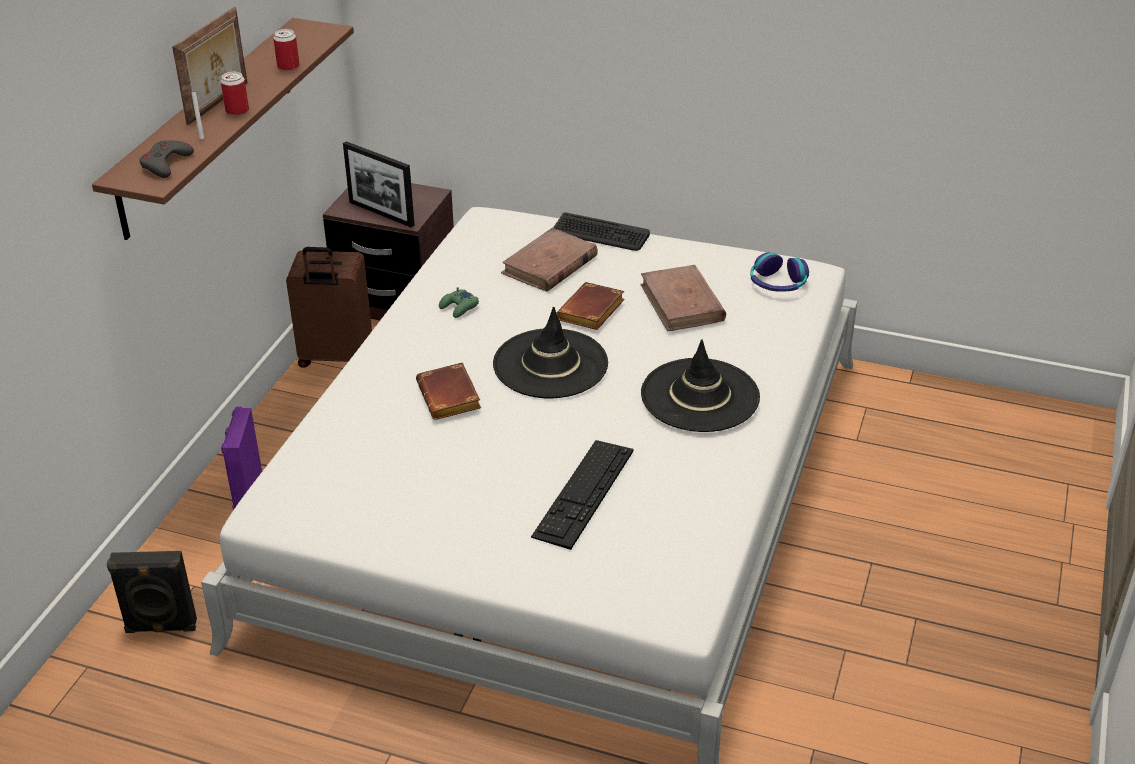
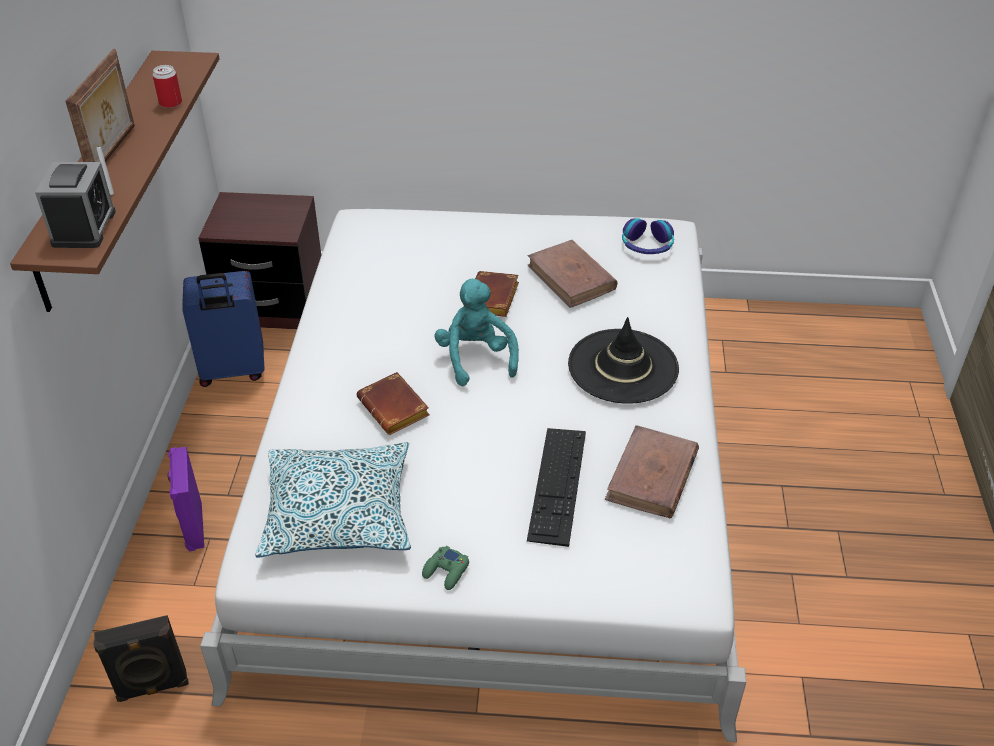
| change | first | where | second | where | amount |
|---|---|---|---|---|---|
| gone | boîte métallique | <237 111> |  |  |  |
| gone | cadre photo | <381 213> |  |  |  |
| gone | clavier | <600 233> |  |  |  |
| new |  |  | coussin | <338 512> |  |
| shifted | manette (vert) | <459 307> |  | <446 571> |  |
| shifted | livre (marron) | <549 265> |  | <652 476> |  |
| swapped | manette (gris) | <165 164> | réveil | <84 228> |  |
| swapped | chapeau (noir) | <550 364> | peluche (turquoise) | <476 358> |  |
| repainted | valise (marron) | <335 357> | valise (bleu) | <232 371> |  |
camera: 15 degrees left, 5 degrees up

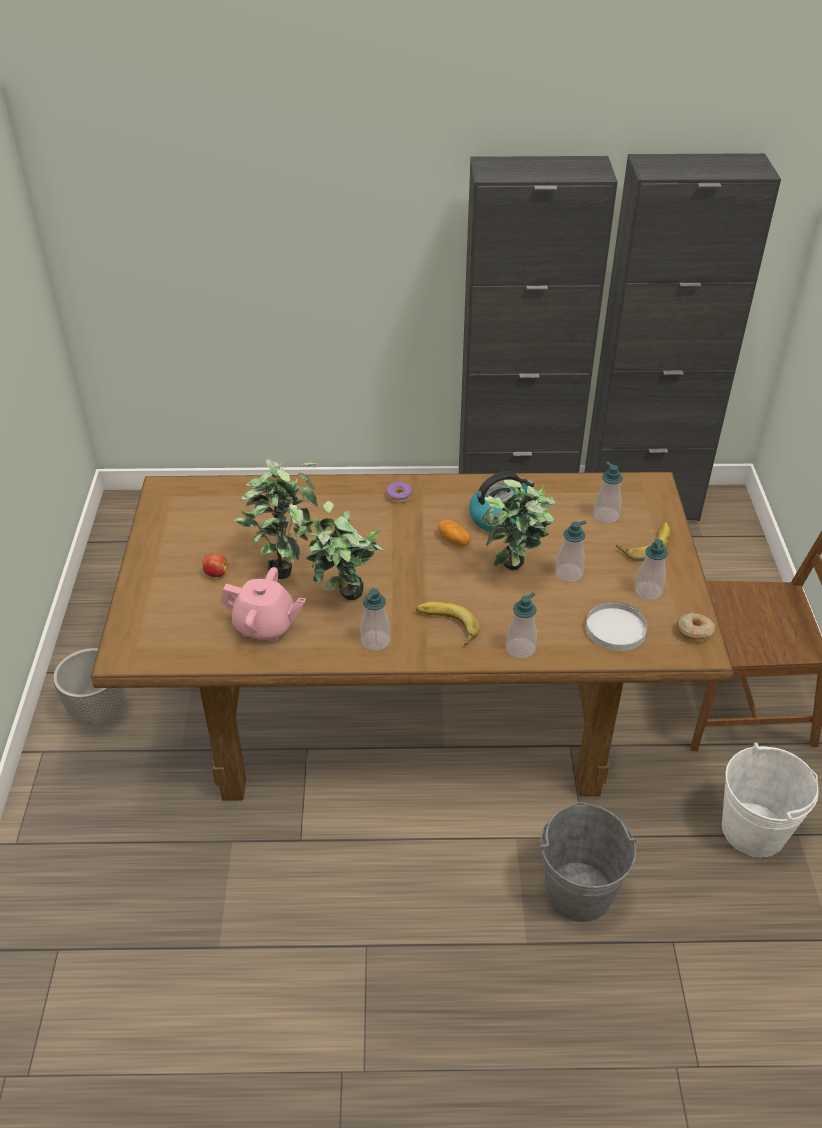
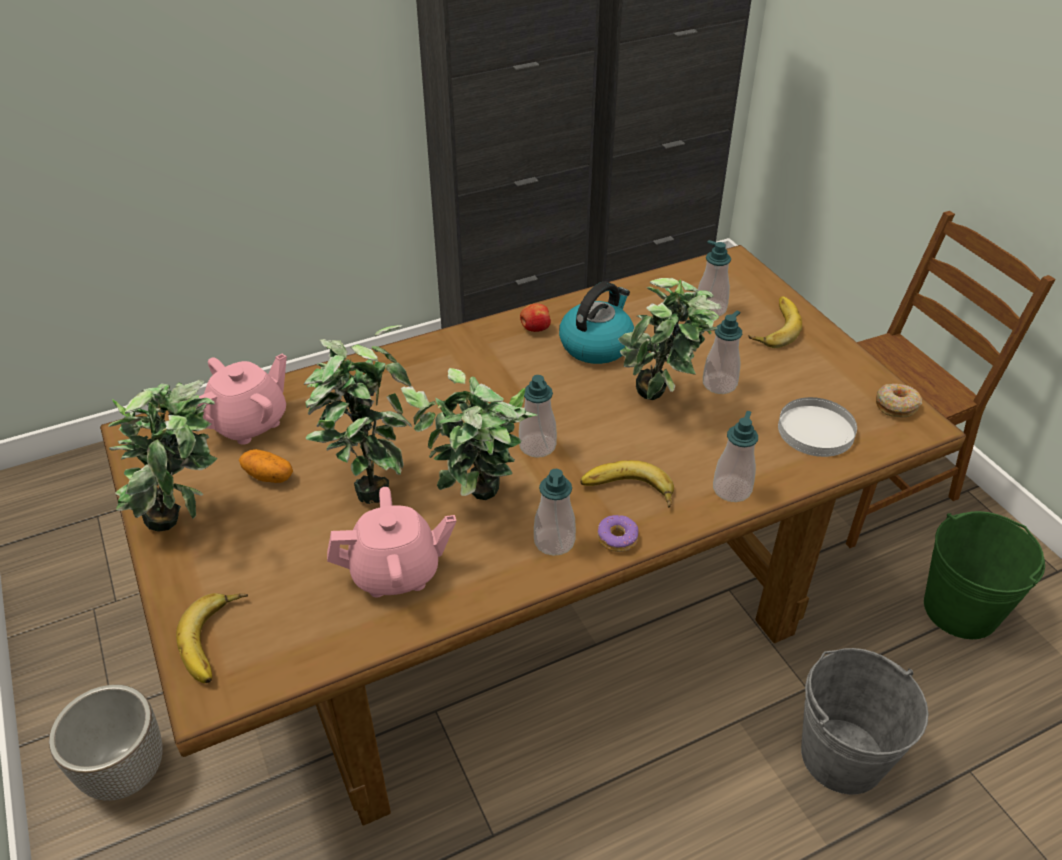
| change | first | where | second | where | amount |
|---|---|---|---|---|---|
| new |  |  | plante en pot | <187 520> |  |
| new |  |  | banane | <218 640> |  |
| new |  |  | théière (rose) | <250 423> |  |
| shifted | pomme | <215 573> |  | <535 329> |  |
| shifted | beignet | <399 496> |  | <617 538> |  |
| shifted | pomme de terre | <454 540> |  | <269 476> |  |
| shifted | distributeur de savon | <648 591> |  | <537 446> |  |
| repainted | seau (blanc) | <753 829> | seau (vert) | <961 609> |  |
camera: 25 degrees left, 0 degrees up

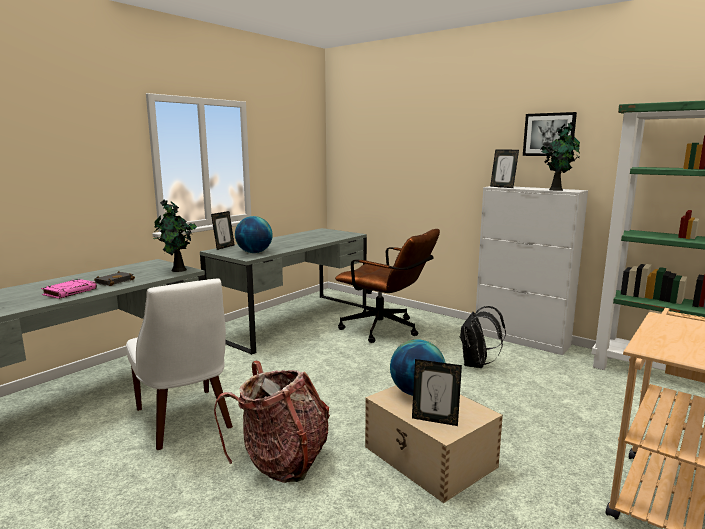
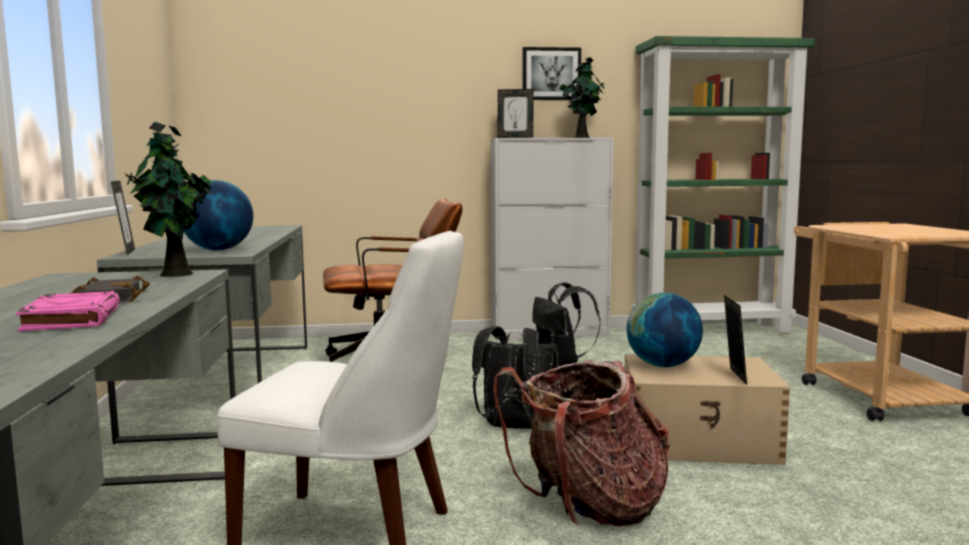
| change | first | where | second | where | amount |
|---|---|---|---|---|---|
| new |  |  | sac à dos (noir) | <513 427> |  |
| rotated | cadre photo | <435 420> |  | <733 376> | 60 degrees counterclockwise |
camera: 45 degrees left, 5 degrees down

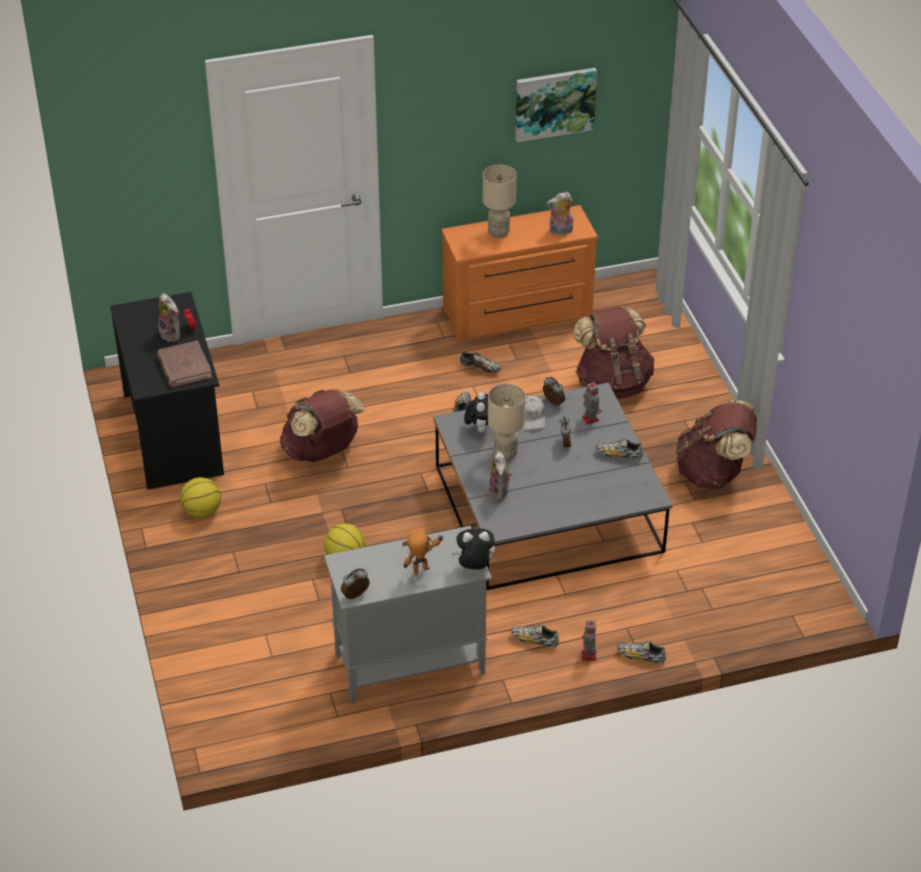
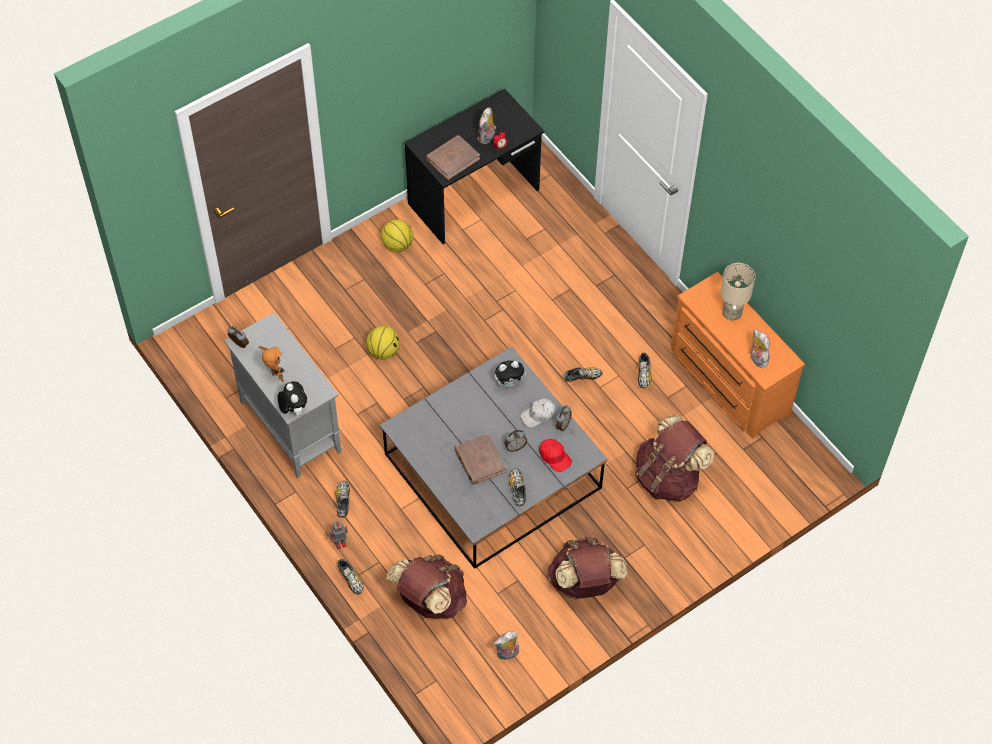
| change | first | where | second | where | amount |
|---|---|---|---|---|---|
| gone | lampe de table (beige) | <505 453> |  |  |  |
| gone | tableau | <554 103> |  |  |  |
| new |  |  | livre (marron) | <480 460> |  |
| shifted | sac à dos (marron) | <322 452> |  | <430 600> |  |
| shifted | peluche | <500 493> |  | <507 654> |  |
| swapped | robot jouet | <590 418> | casquette (rouge) | <554 457> |  |
| rotated | chaussure | <640 657> |  | <351 579> | 150 degrees clockwise |
camera: 70 degrees right, 15 degrees up

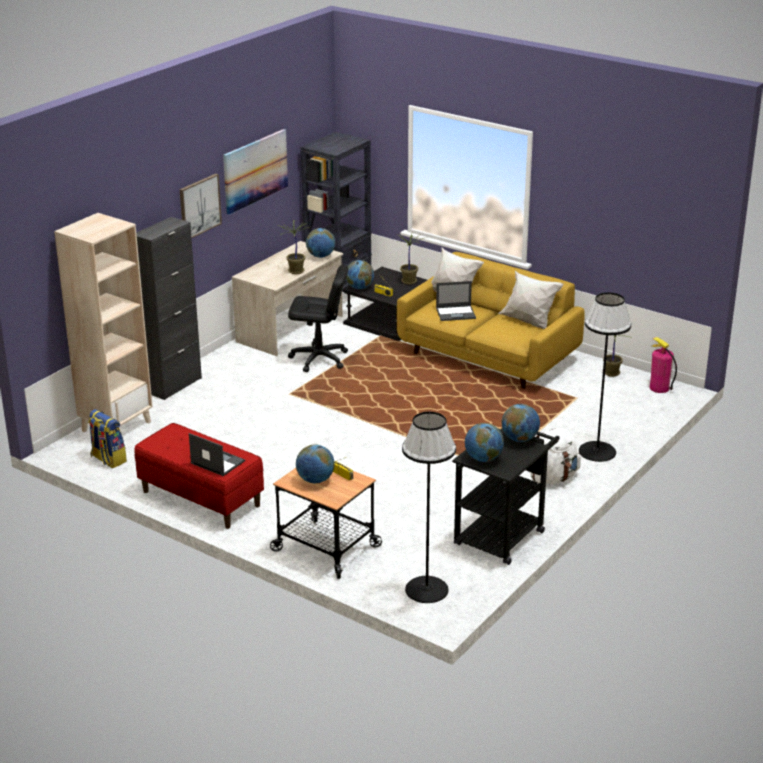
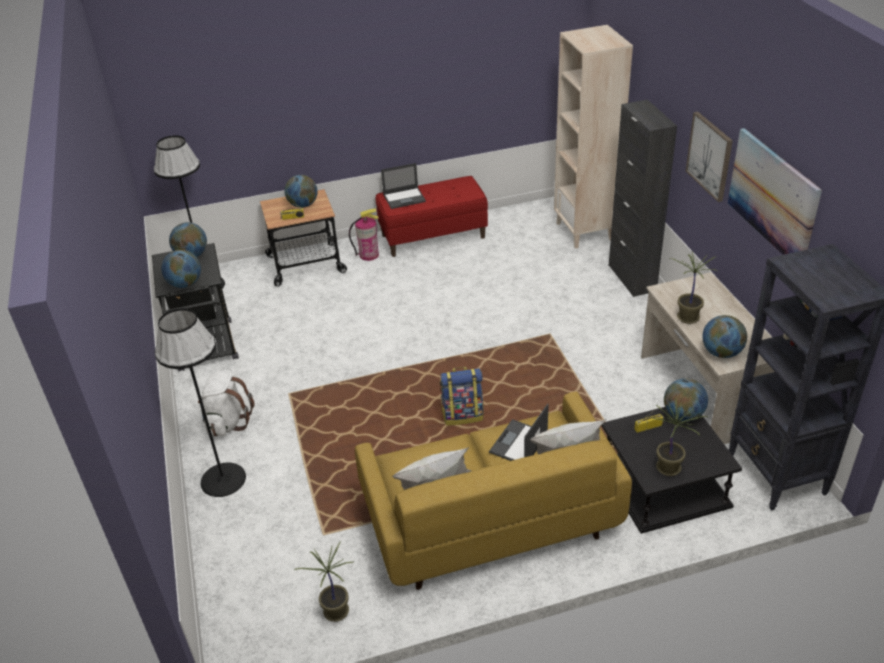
| change | first | where | second | where | amount |
|---|---|---|---|---|---|
| gone | chaise de bureau (noir) | <319 359> |  |  |  |
| shifted | sac à dos | <108 459> |  | <463 415> |  |
| shifted | extincteur | <659 388> |  | <369 255> |  |
camera: 130 degrees right, 10 degrees up

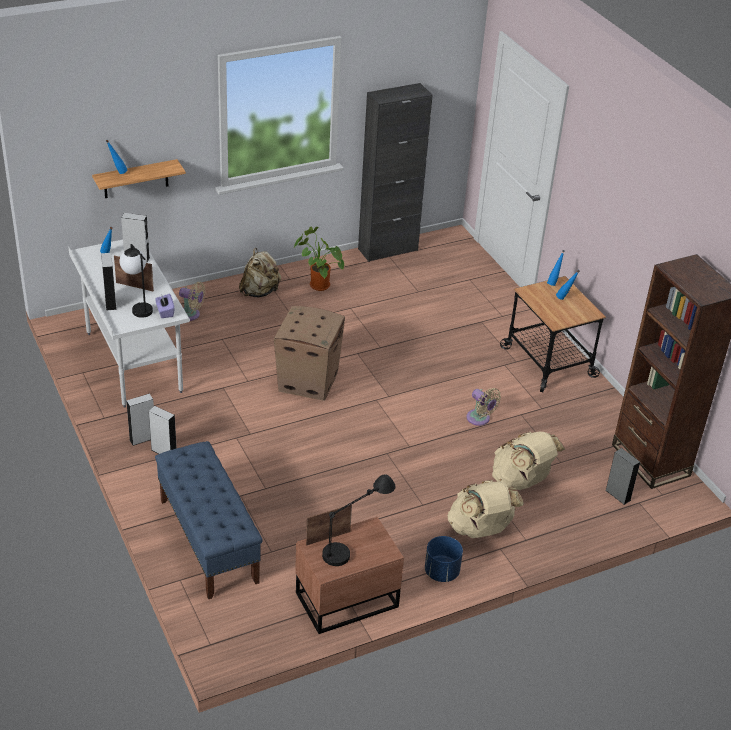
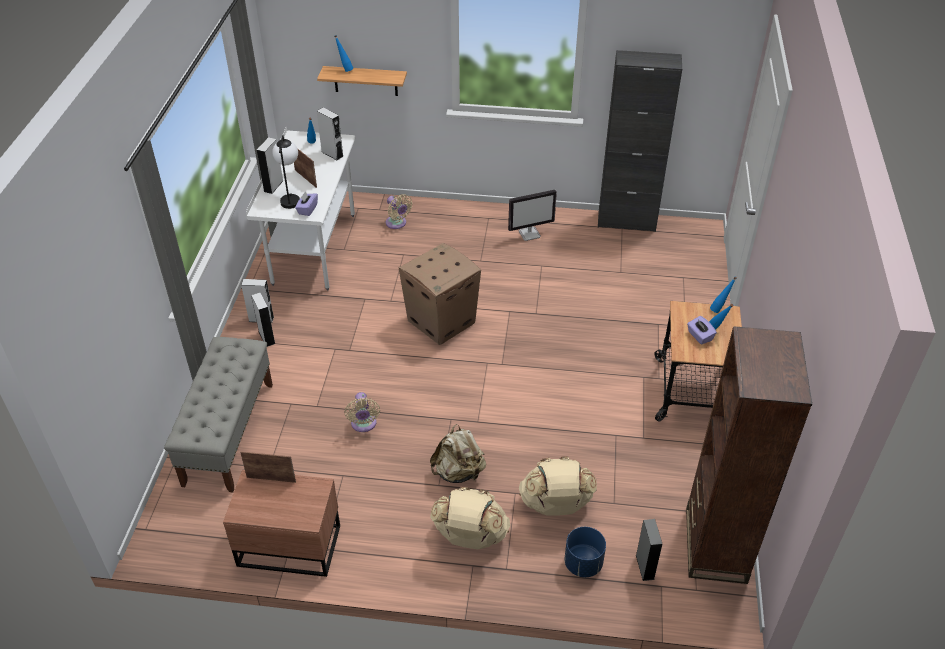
| change | first | where | second | where | amount |
|---|---|---|---|---|---|
| gone | lampe de table (noir) | <355 544> |  |  |  |
| new |  |  | boîte à mouchoirs (violet) | <699 336> |  |
| shifted | sac à dos (beige) | <259 292> |  | <459 472> |  |
| shifted | cache-pot (bleu) | <441 572> |  | <583 564> |  |
| shifted | ventilateur (beige) | <480 419> |  | <364 424> |  |
| swapped | plante en pot | <317 285> | écran d'ordinateur | <530 234> |  |
| repainted | banc (bleu) | <208 540> | banc (gris) | <229 433> |  |
camera: 35 degrees right, 5 degrees up

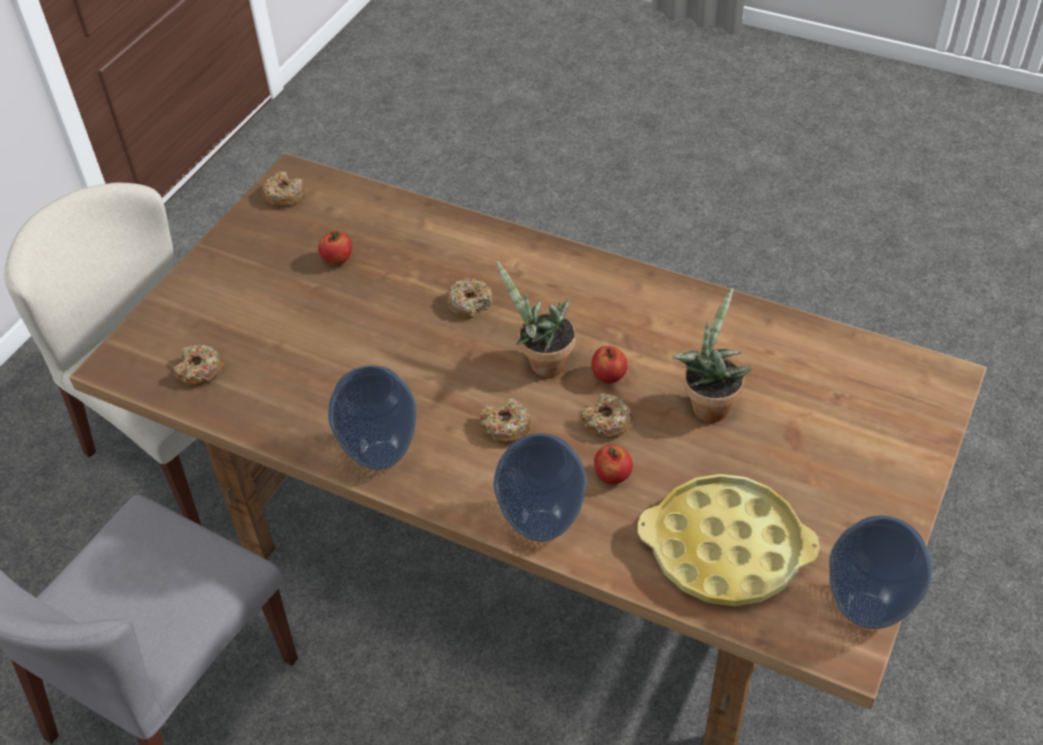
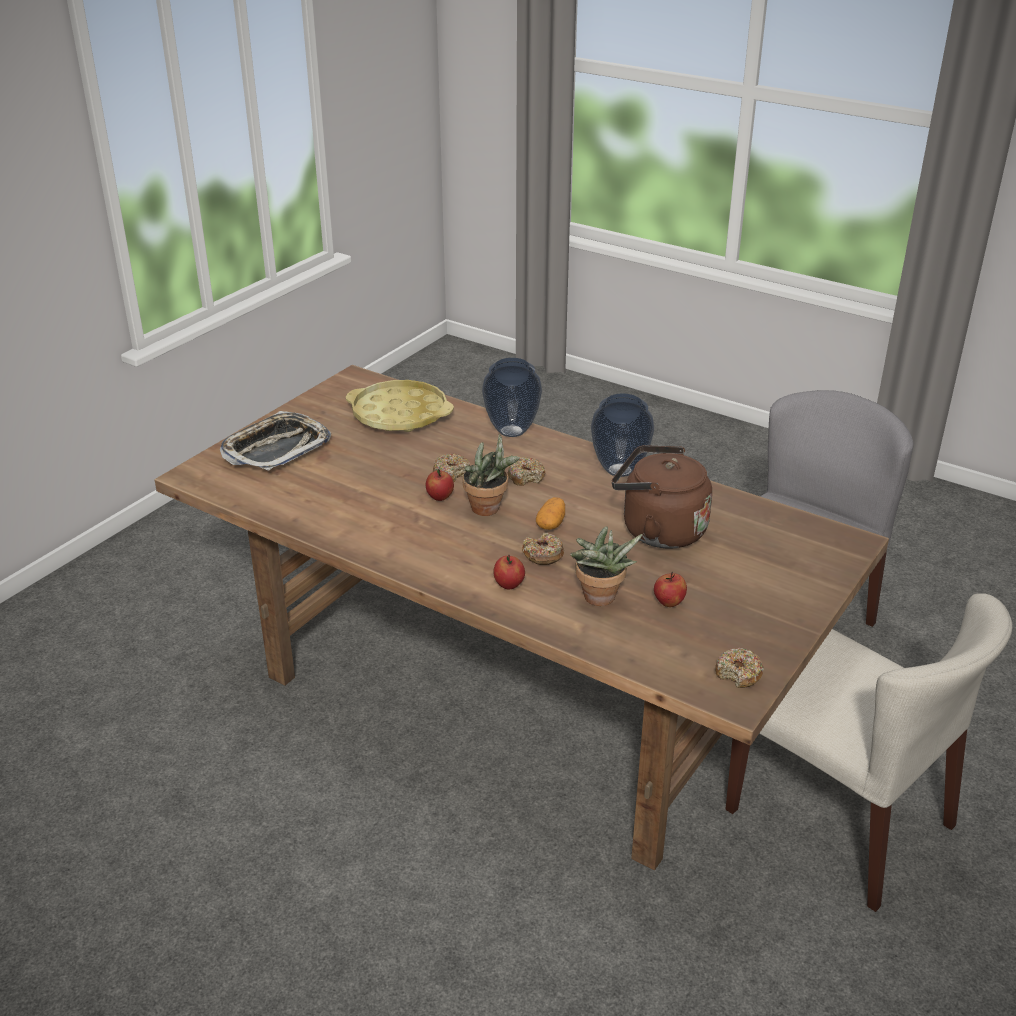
| change | first | where | second | where | amount |
|---|---|---|---|---|---|
| gone | beignet | <200 371> |  |  |  |
| gone | vase | <864 609> |  |  |  |
| new |  |  | plateau | <276 448> |  |
| new |  |  | pomme de terre | <551 523> |  |
| new |  |  | bouilloire (marron) | <658 530> |  |
| shifted | pomme | <613 476> |  | <509 585> |  |
| shifted | plante en pot | <708 404> |  | <600 600> |  |
camera: 175 degrees left, 15 degrees down

